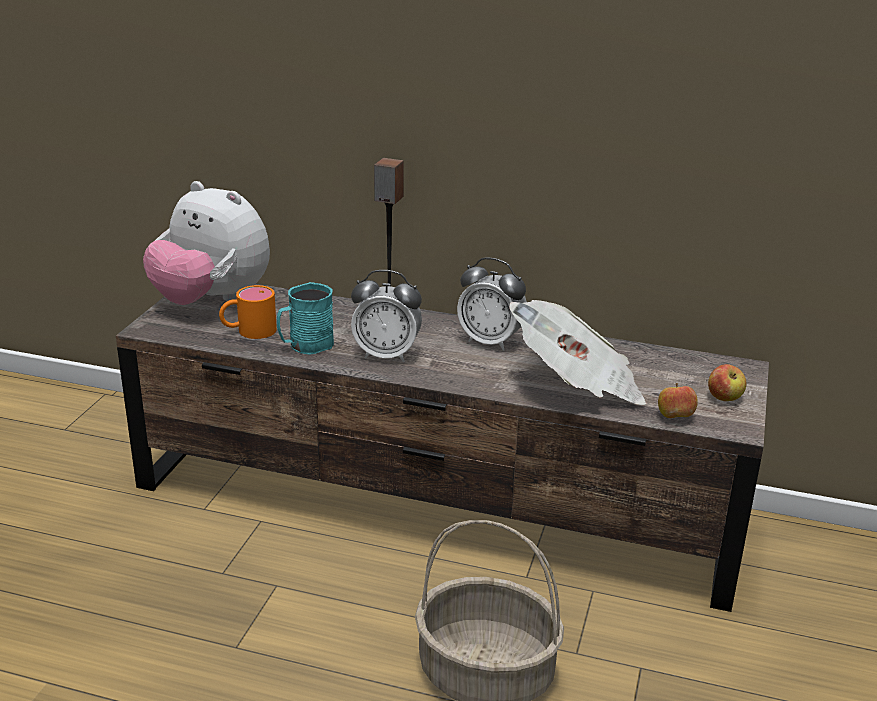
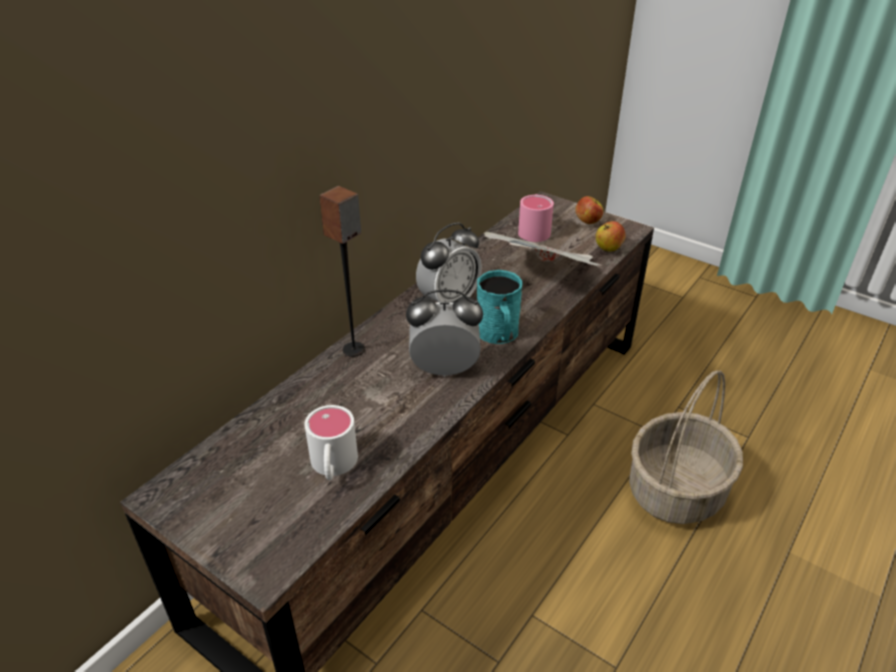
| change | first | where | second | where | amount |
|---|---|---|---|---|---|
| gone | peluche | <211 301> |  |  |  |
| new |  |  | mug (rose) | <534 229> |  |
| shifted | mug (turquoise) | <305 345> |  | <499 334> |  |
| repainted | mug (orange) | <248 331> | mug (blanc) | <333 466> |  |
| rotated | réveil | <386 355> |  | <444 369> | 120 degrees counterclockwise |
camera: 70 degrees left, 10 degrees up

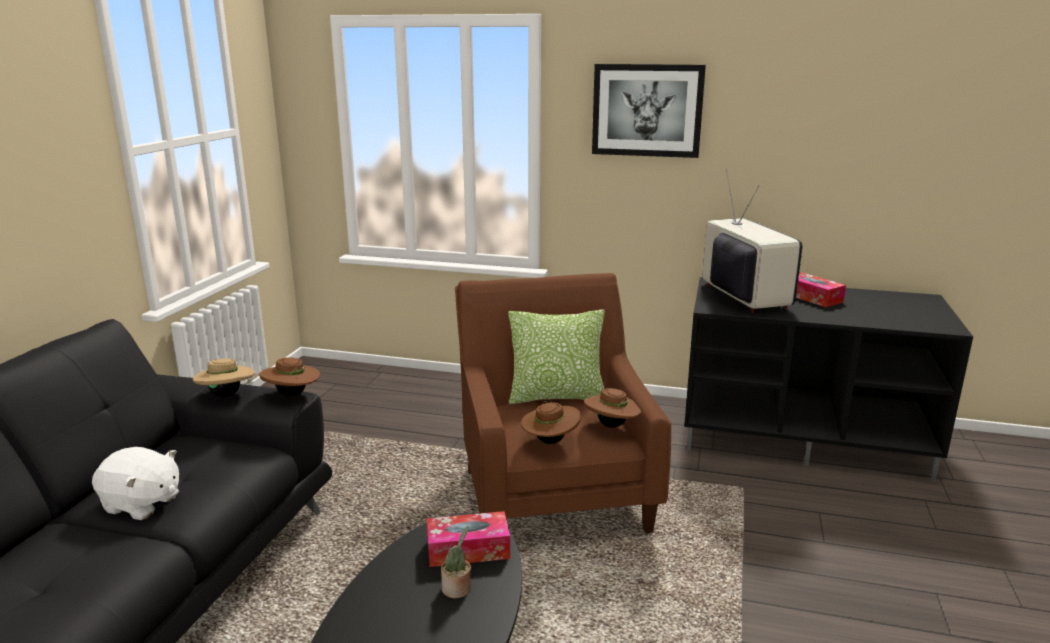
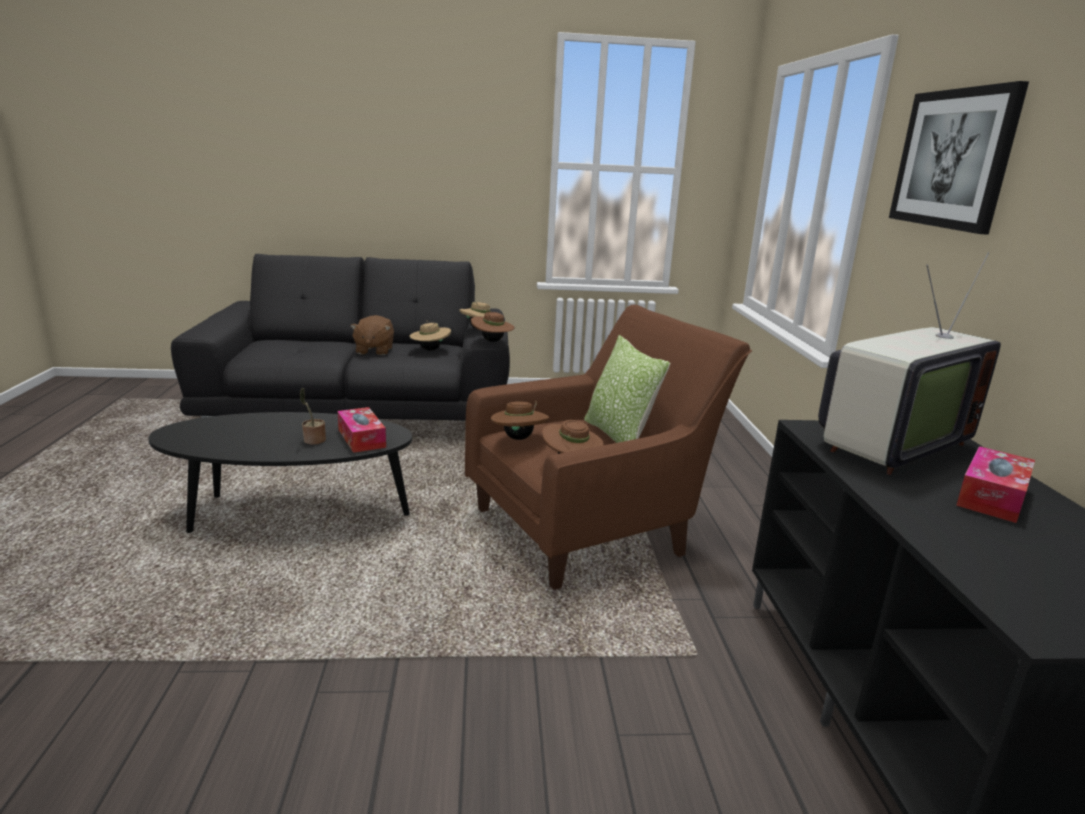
| change | first | where | second | where | amount |
|---|---|---|---|---|---|
| new |  |  | chapeau (beige) | <430 349> |  |
| repainted | peluche (blanc) | <142 504> | peluche (marron) | <374 351> |  |
camera: 70 degrees right, 0 degrees up

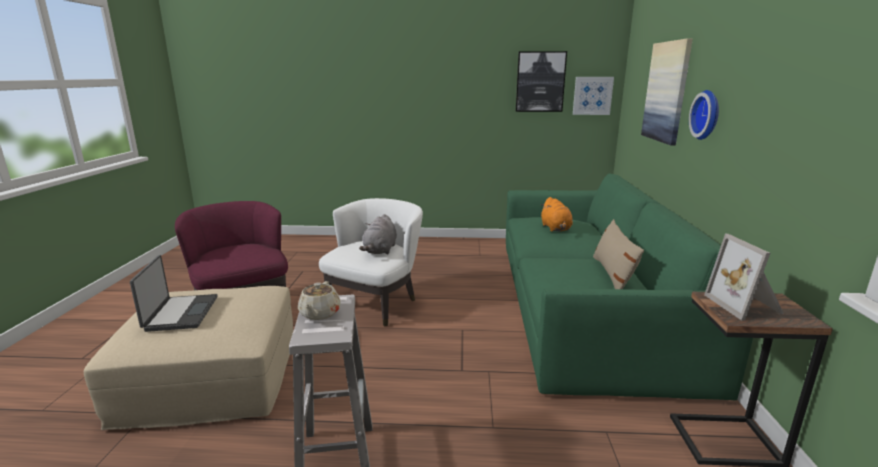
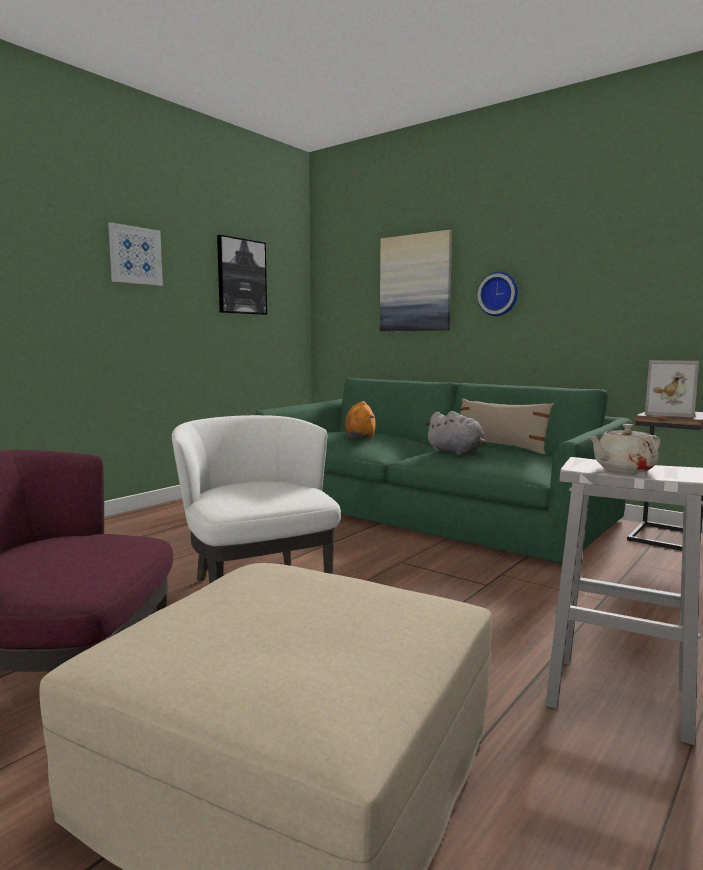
| change | first | where | second | where | amount |
|---|---|---|---|---|---|
| gone | ordinateur portable | <180 313> |  |  |  |
| shifted | peluche (gris) | <380 250> |  | <457 452> |  |
| shifted | tableau | <592 95> |  | <135 255> |  |
| rotated | théière (beige) | <319 314> |  | <623 469> | 120 degrees clockwise |
| rotated | peluche (orange) | <556 228> |  | <360 436> | 120 degrees counterclockwise |
camera: 55 degrees left, 10 degrees down

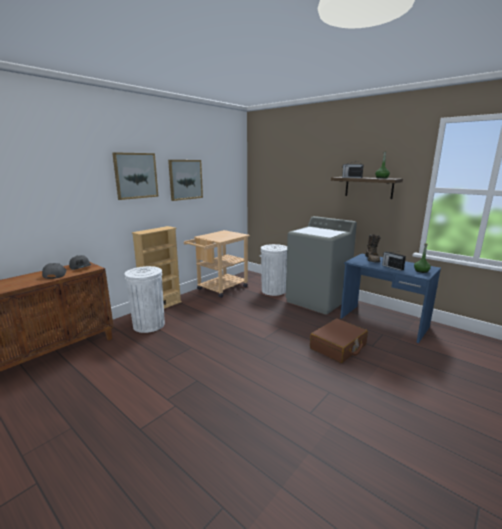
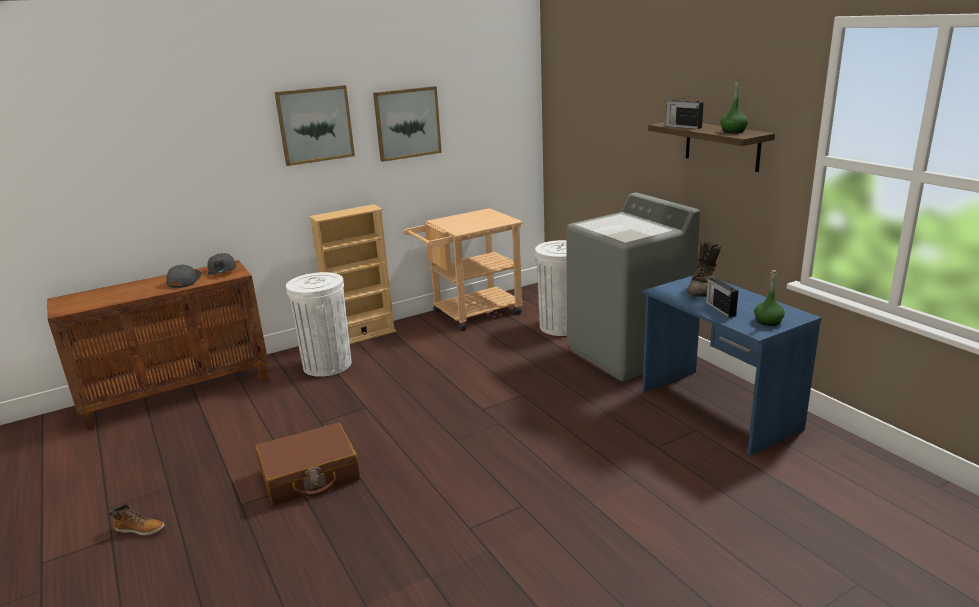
| change | first | where | second | where | amount |
|---|---|---|---|---|---|
| new |  |  | botte | <140 529> |  |
| shifted | valise (marron) | <338 347> |  | <310 476> |  |
camera: 20 degrees right, 5 degrees up

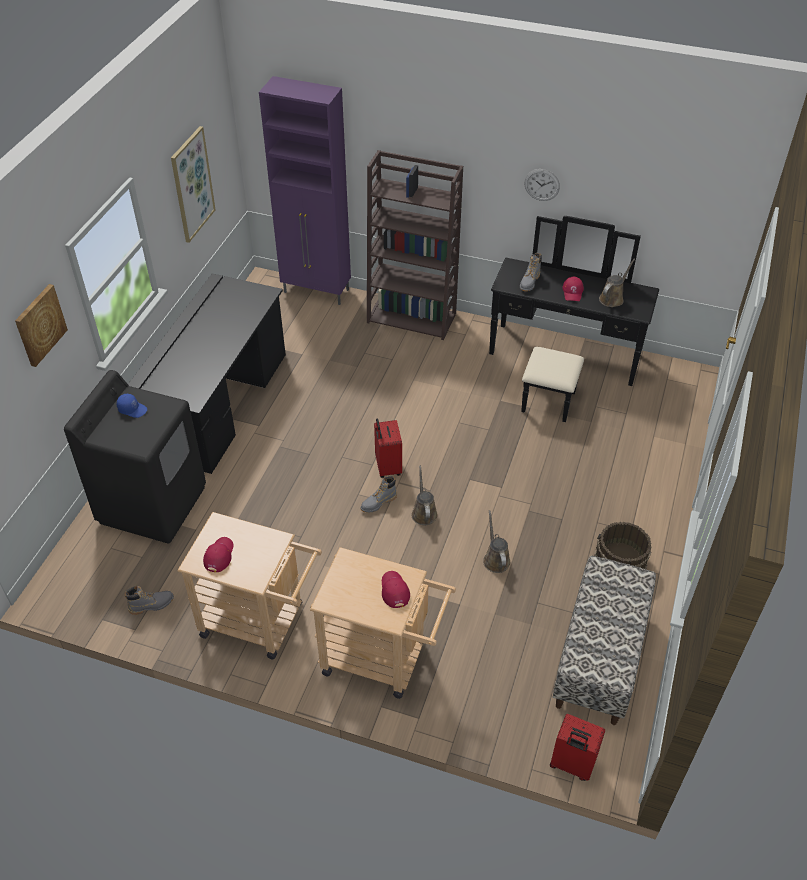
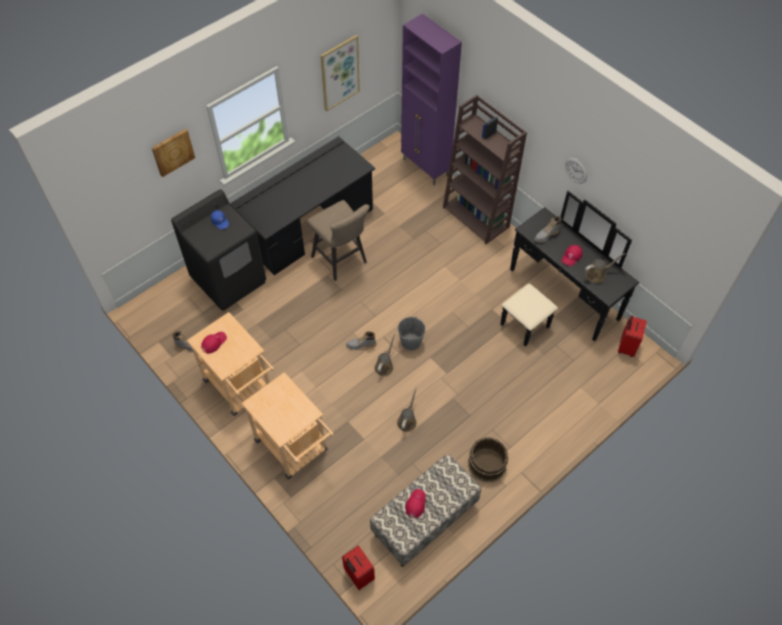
| change | first | where | second | where | amount |
|---|---|---|---|---|---|
| new |  |  | tabouret (beige) | <342 261> |  |
| new |  |  | seau (gris) | <411 341> |  |
| shifted | valise (rouge) | <387 467> |  | <626 347> |  |
| shifted | casquette (rouge) | <394 590> |  | <415 503> |  |
camera: 30 degrees right, 10 degrees up

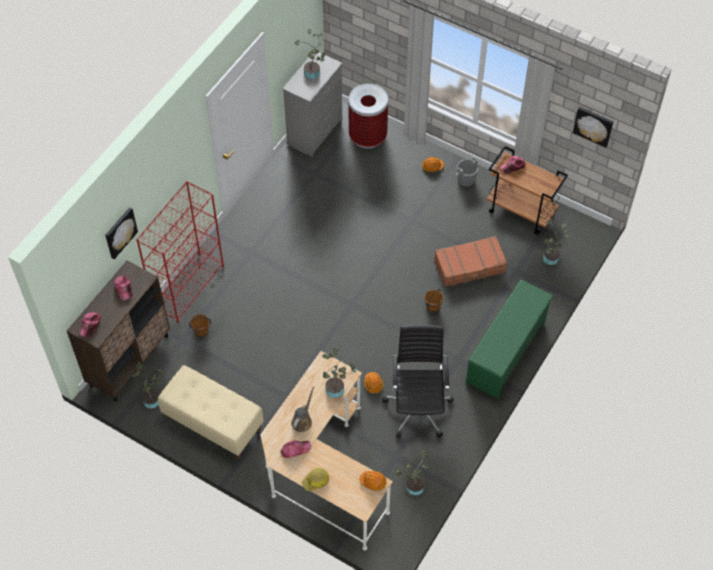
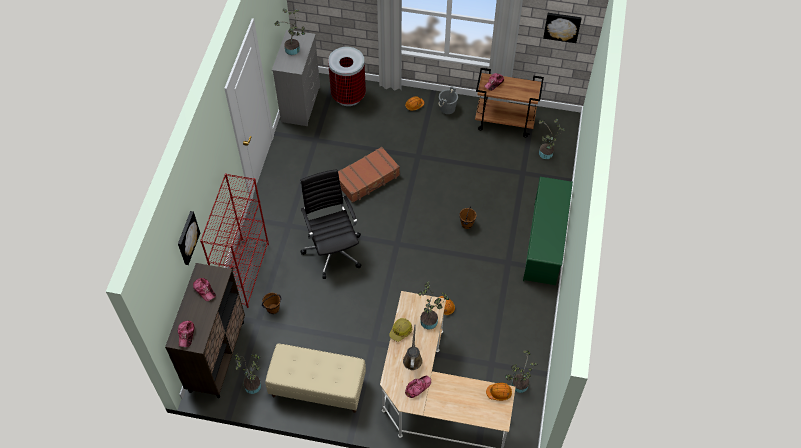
| change | first | where | second | where | amount |
|---|---|---|---|---|---|
| shifted | casque de chantier | <316 481> |  | <401 331> |  |
| shifted | chaise de bureau (noir) | <418 407> |  | <333 250> |  |
| shifted | valise (marron) | <470 266> |  | <367 179> |  |
camera: 20 degrees left, 0 degrees up

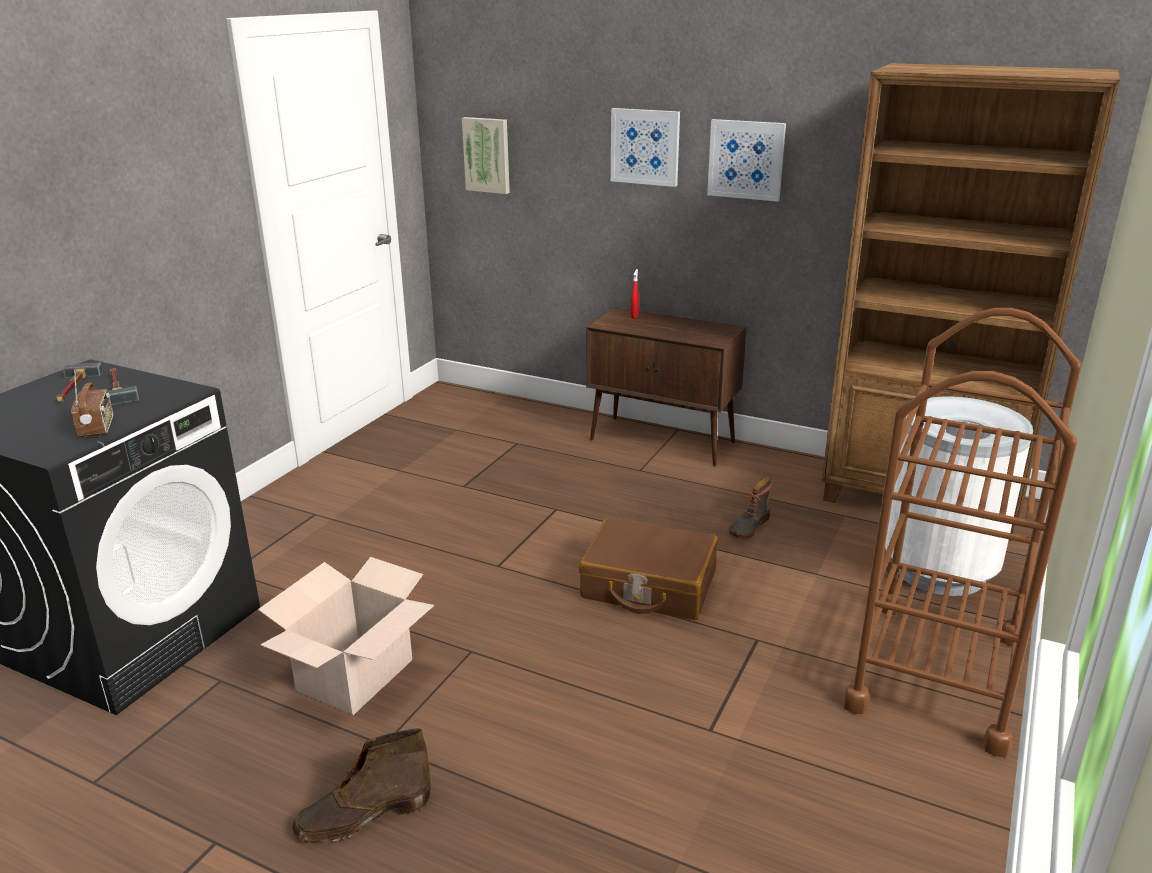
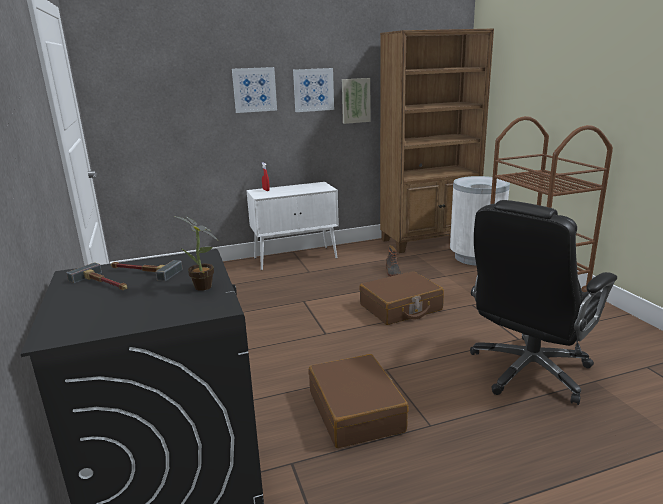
| change | first | where | second | where | amount |
|---|---|---|---|---|---|
| gone | botte (marron) | <363 815> |  |  |  |
| new |  |  | chaise de bureau (noir) | <528 371> |  |
| shifted | tableau | <487 155> |  | <355 100> |  |
| swapped | radio | <97 428> | plante en pot | <204 288> |  |
| swapped | carton | <355 674> | valise (marron) | <356 411> |  |
| repainted | meuble de rangement (marron) | <663 441> | meuble de rangement (blanc) | <296 258> |  |
camera: 45 degrees left, 5 degrees down

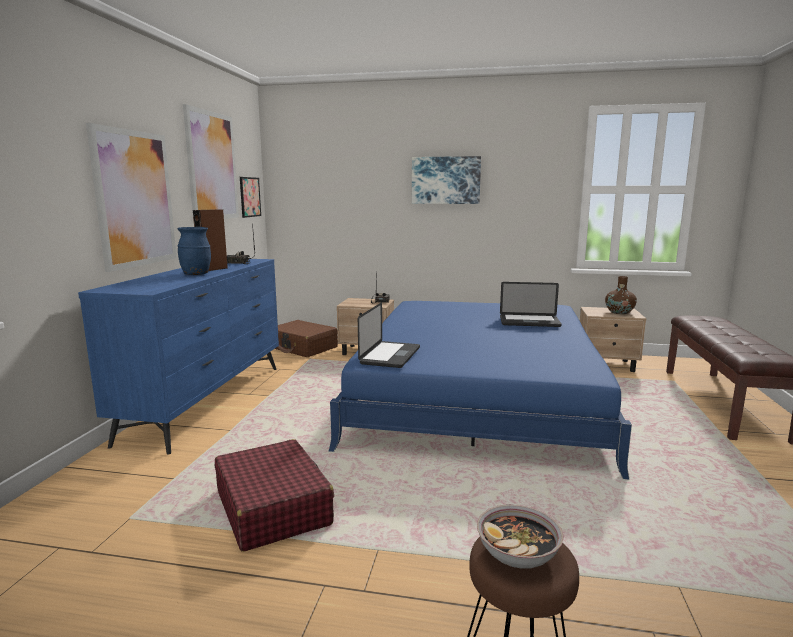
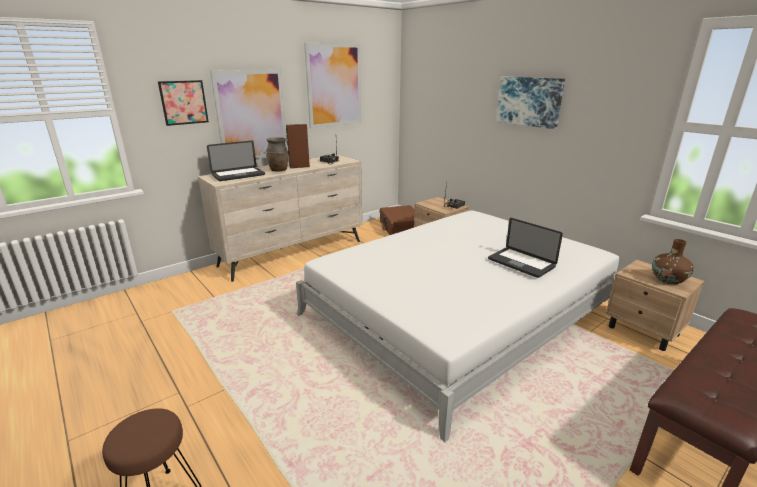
| change | first | where | second | where | amount |
|---|---|---|---|---|---|
| gone | valise (rouge) | <273 507> |  |  |  |
| gone | bol | <517 554> |  |  |  |
| shifted | tableau | <250 197> |  | <184 102> |  |
| shifted | ordinateur portable | <390 355> |  | <238 175> |  |
| repainted | commode (bleu) | <208 401> | commode (beige) | <293 253> |  |
| repainted | vase (bleu) | <196 274> | vase (marron) | <279 170> |  |
| repainted | lit (bleu) | <478 394> | lit (blanc) | <459 311> |  |
camera: 40 degrees right, 10 degrees up

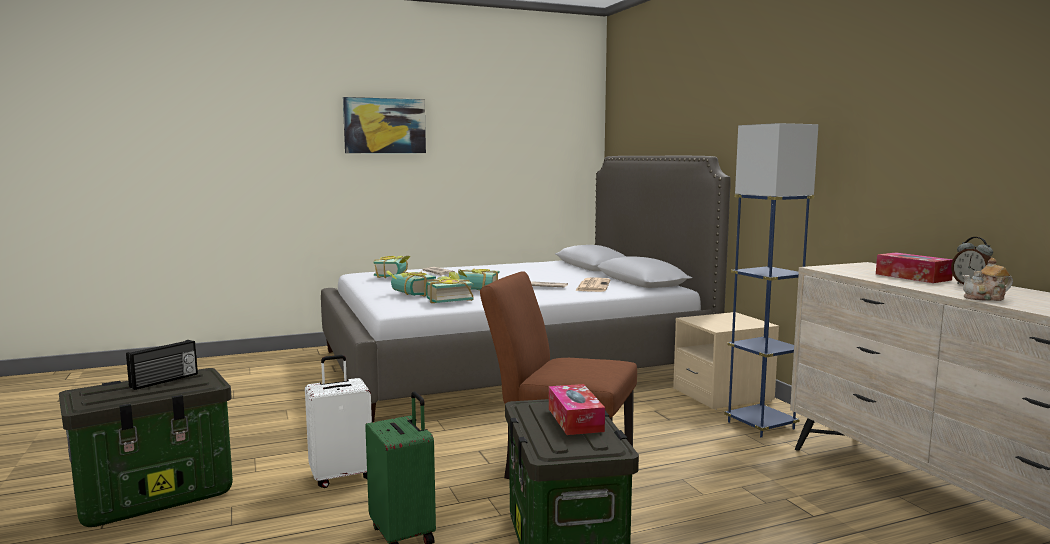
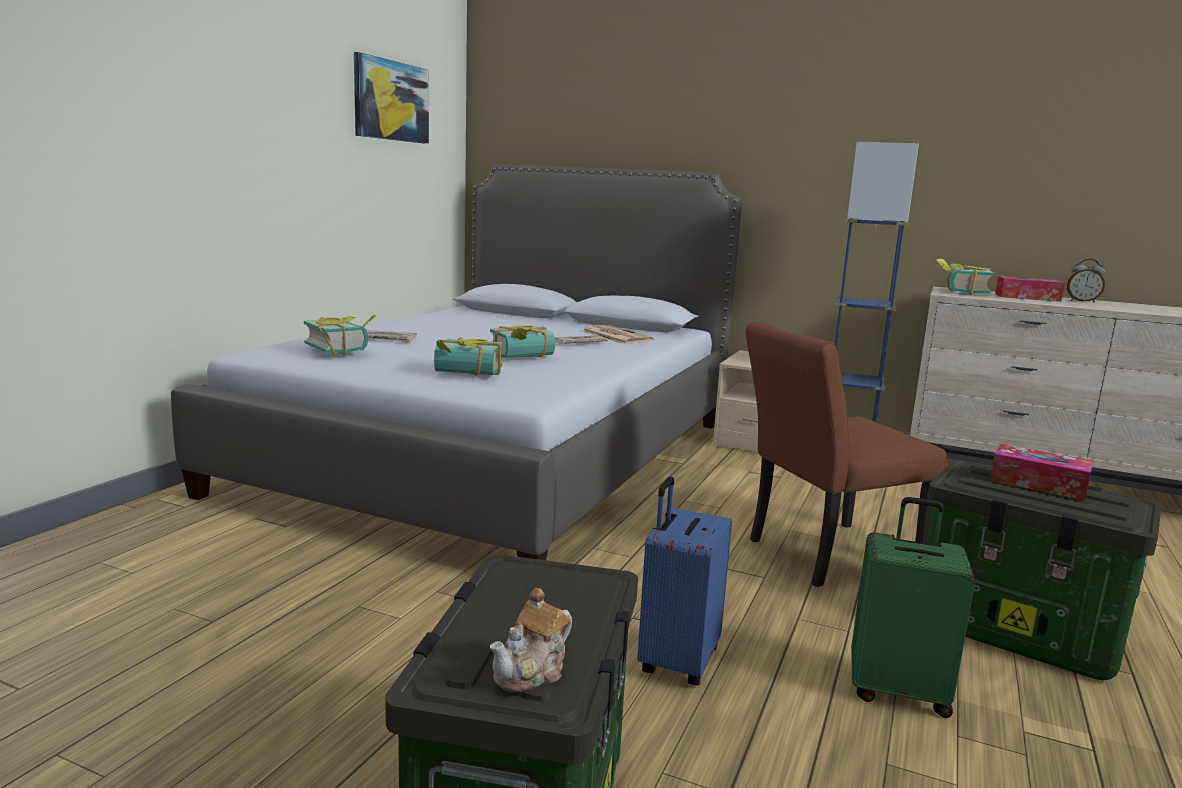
| change | first | where | second | where | amount |
|---|---|---|---|---|---|
| gone | radio | <165 381> |  |  |  |
| shifted | tableau | <384 126> |  | <391 101> |  |
| shifted | livre | <448 300> |  | <960 292> |  |
| shifted | théière | <986 298> |  | <532 672> |  |
| repainted | valise (blanc) | <342 476> | valise (bleu) | <676 661> |  |
camera: 45 degrees left, 5 degrees up

